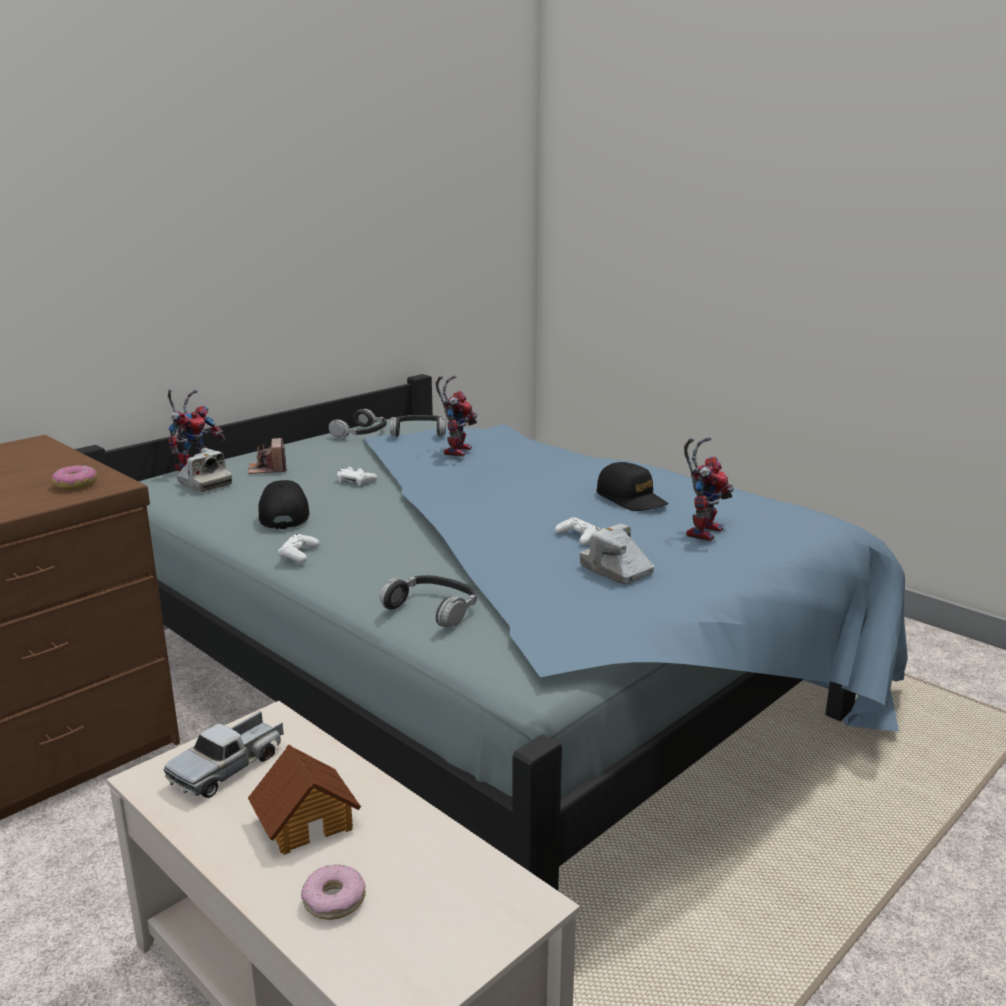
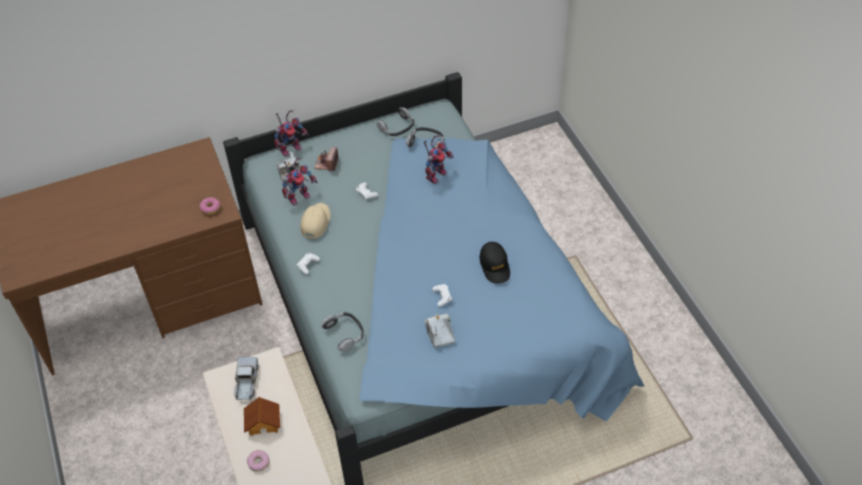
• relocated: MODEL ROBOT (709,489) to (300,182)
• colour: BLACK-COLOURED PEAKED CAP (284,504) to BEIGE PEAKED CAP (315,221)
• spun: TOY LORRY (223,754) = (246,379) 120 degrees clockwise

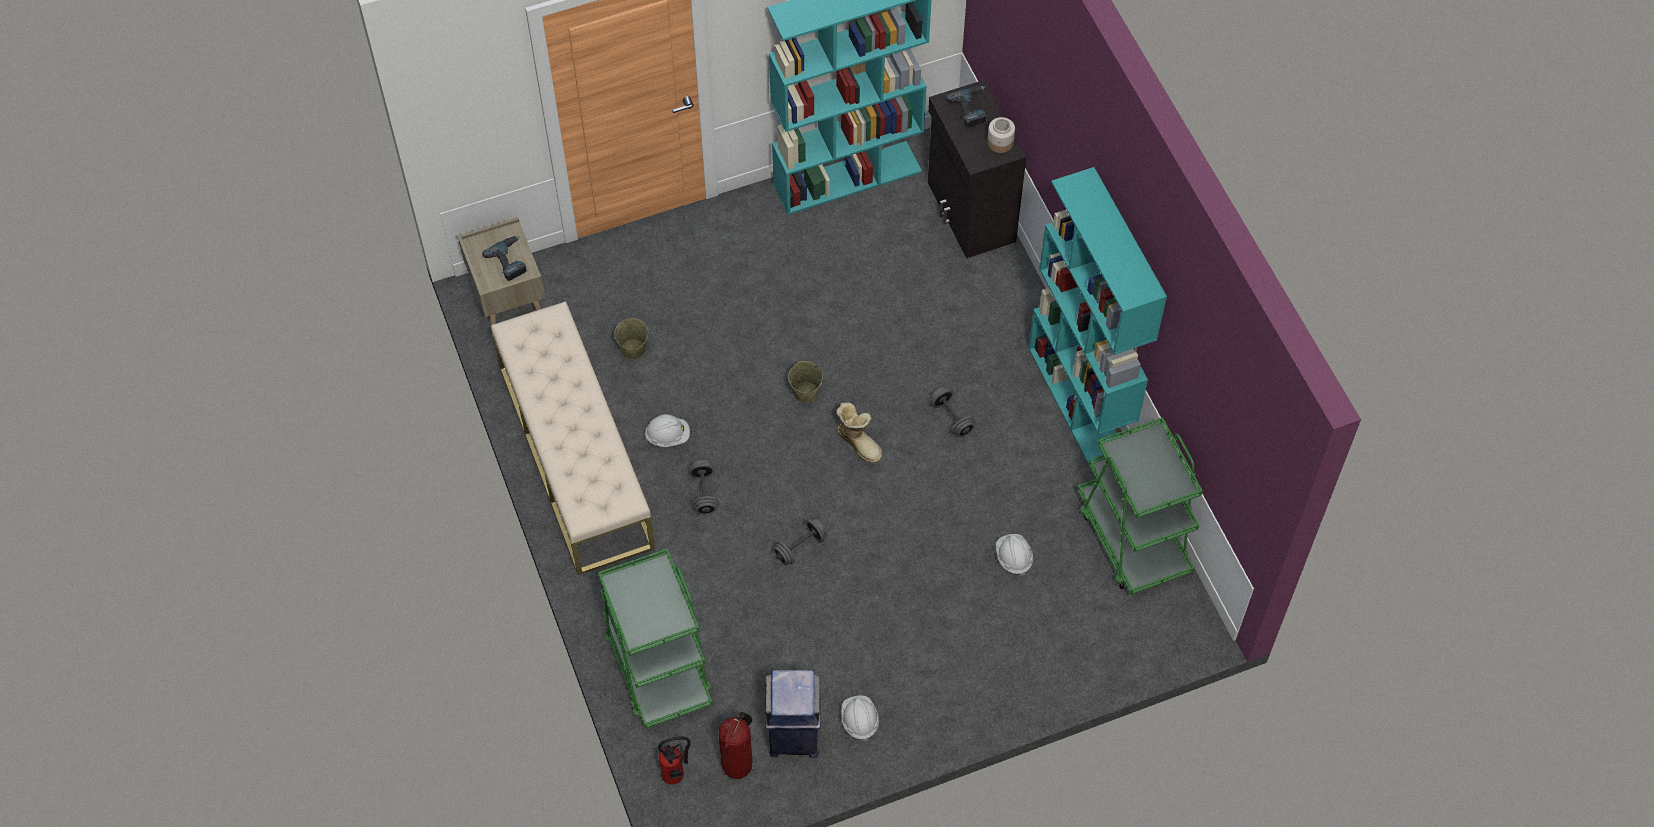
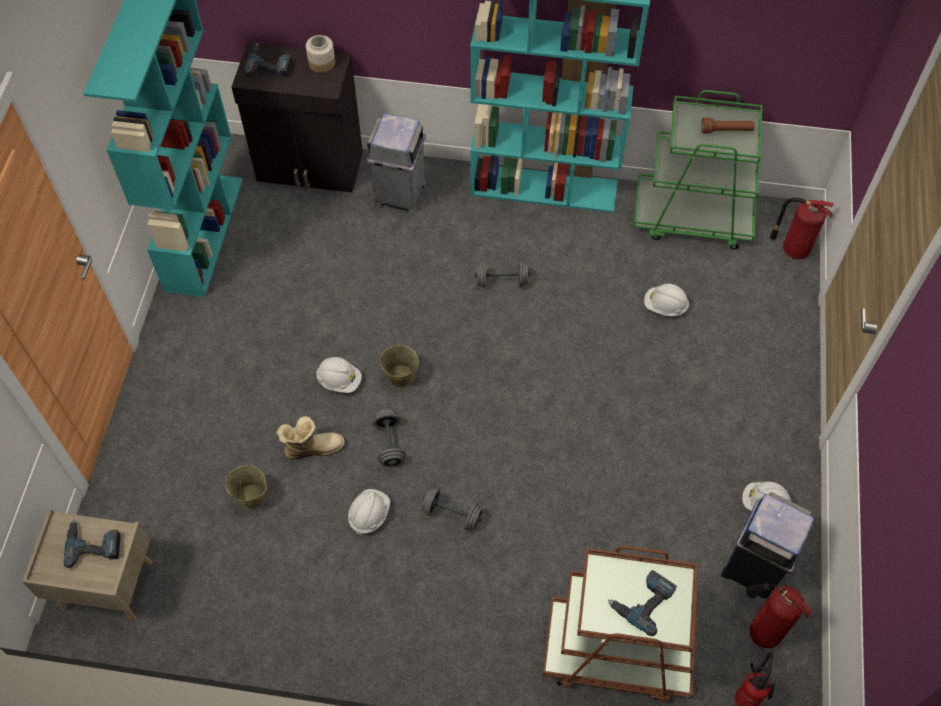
• missing: BEIGE LONG SEAT (573,438)
• relocated: BOOT (859,432) to (310,438)
• relocated: GRAY FREE WEIGHT (800,541) to (389,438)
• colour: GREEN-COLOURED CART (655,639) to BROWN CART (620,624)
• appeared: GRAY TRASH CAN (396,164)
• appeared: BROWN TORCH (728,125)
• appeared: EXTINGUISHER (802,228)
• appeared: WHITE SAFETY HELMET (339,375)
• appeared: DRILL (642,603)

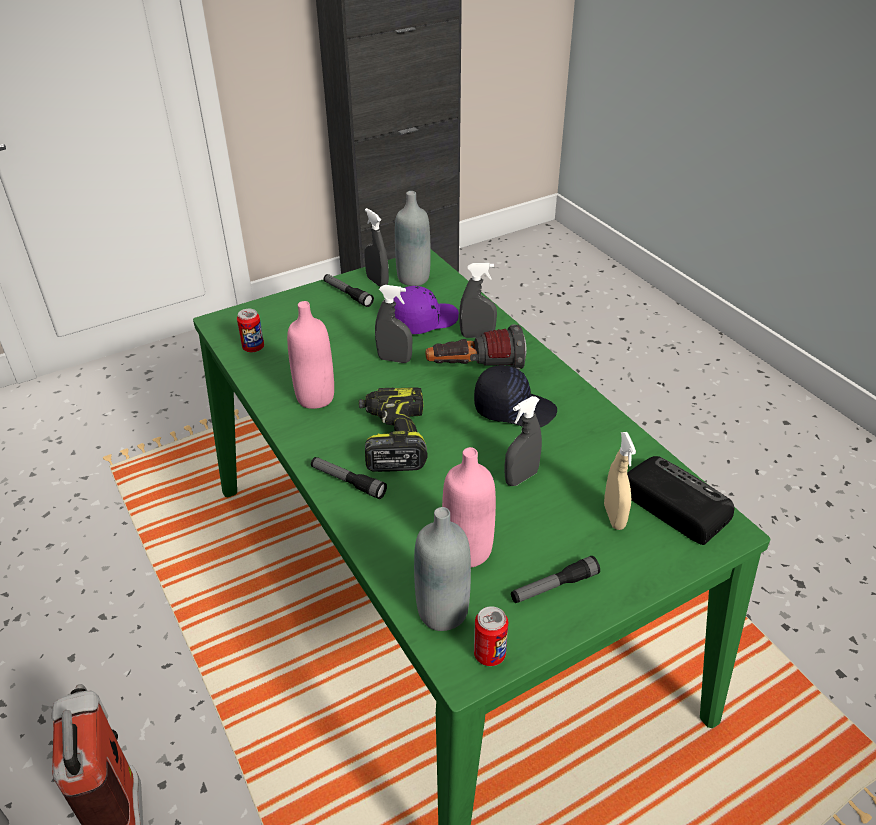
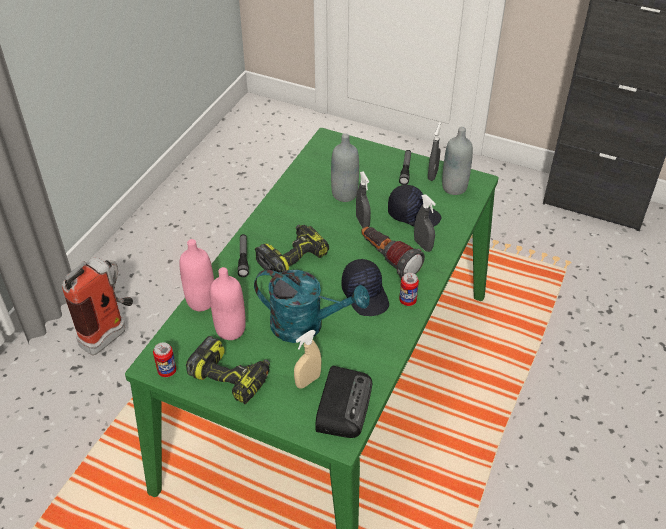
• colour: PURPLE-COLOURED PEAKED CAP (426,310) to BLACK-COLOURED PEAKED CAP (415,206)
• relocated: PINK BOTTLE (310,355) to (196,275)
• relocated: METAL CAN (250,330) to (409,289)
• exchanged: GRAY HAND SPRAYER (523,441) to TURQUOISE-COLOURED SPRINKLING CAN (312,306)
• relocated: GRAY BOTTLE (442,569) to (345,167)
• exchanged: TORCH (555,579) to DRILL (228,370)

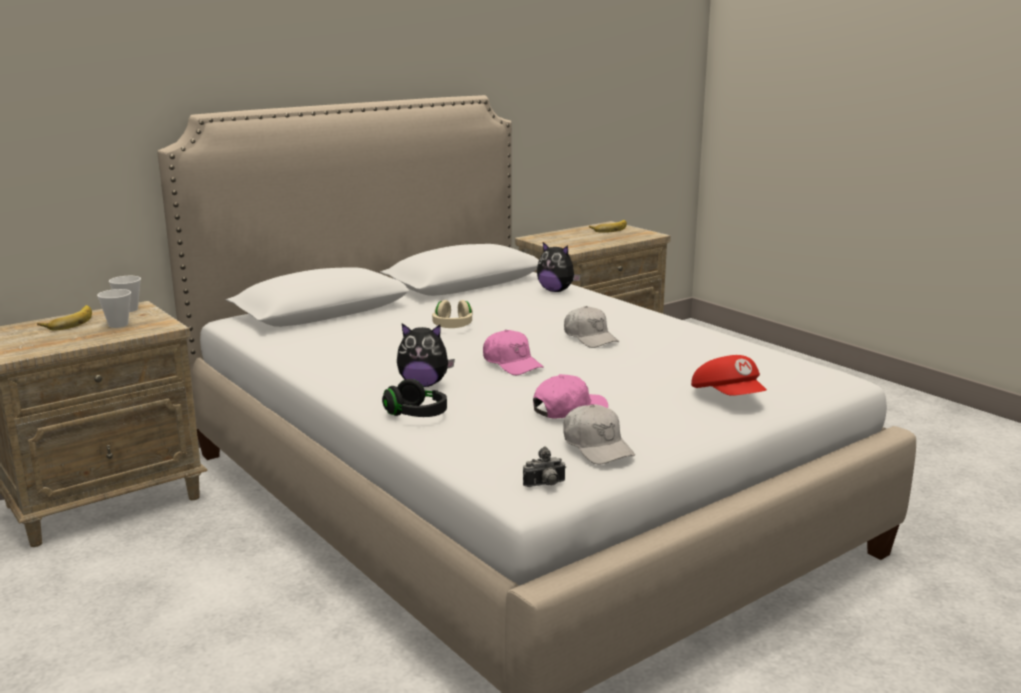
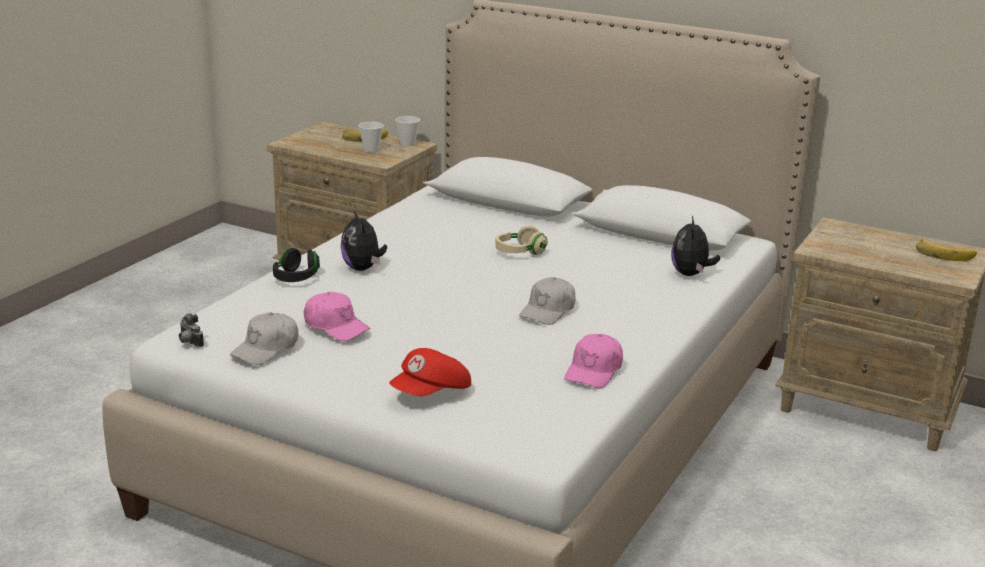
• relocated: PINK PEAKED CAP (513,352) to (593,361)

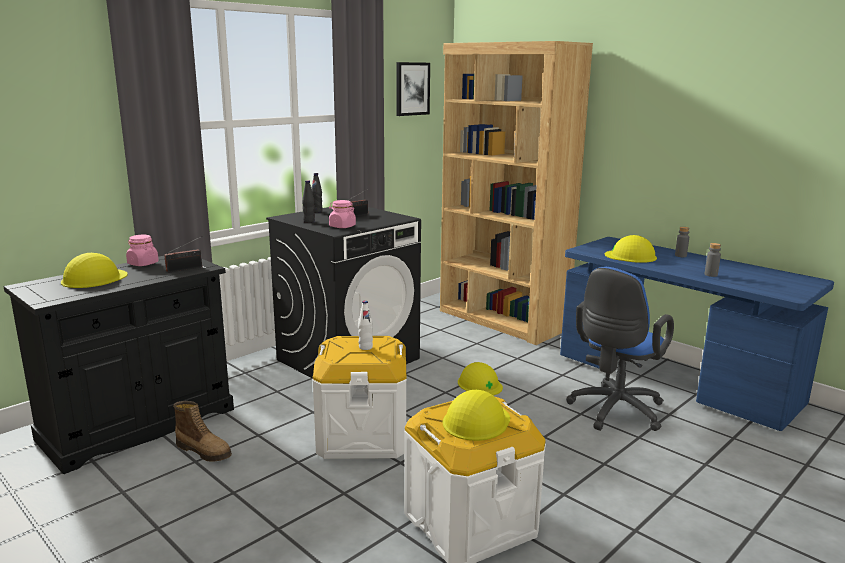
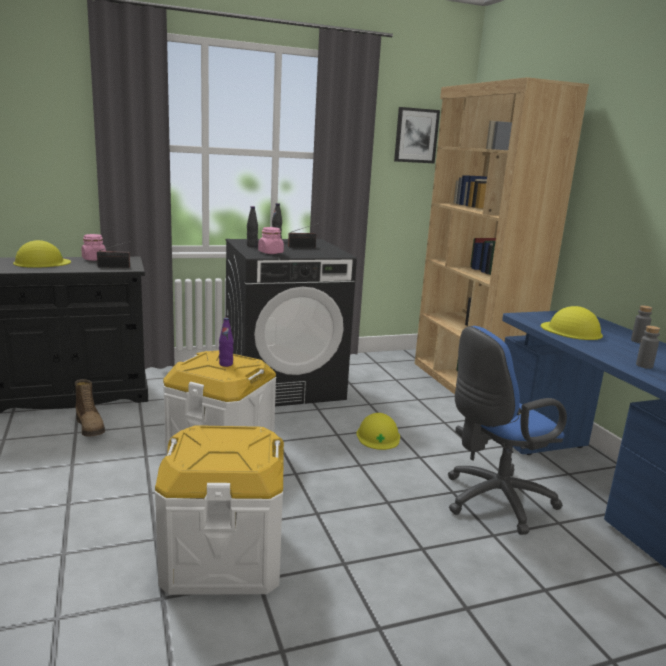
• colour: WHITE BOTTLE (365,325) to PURPLE-COLOURED BOTTLE (226,342)
• missing: YELLOW-COLOURED SAFETY HELMET (476,415)

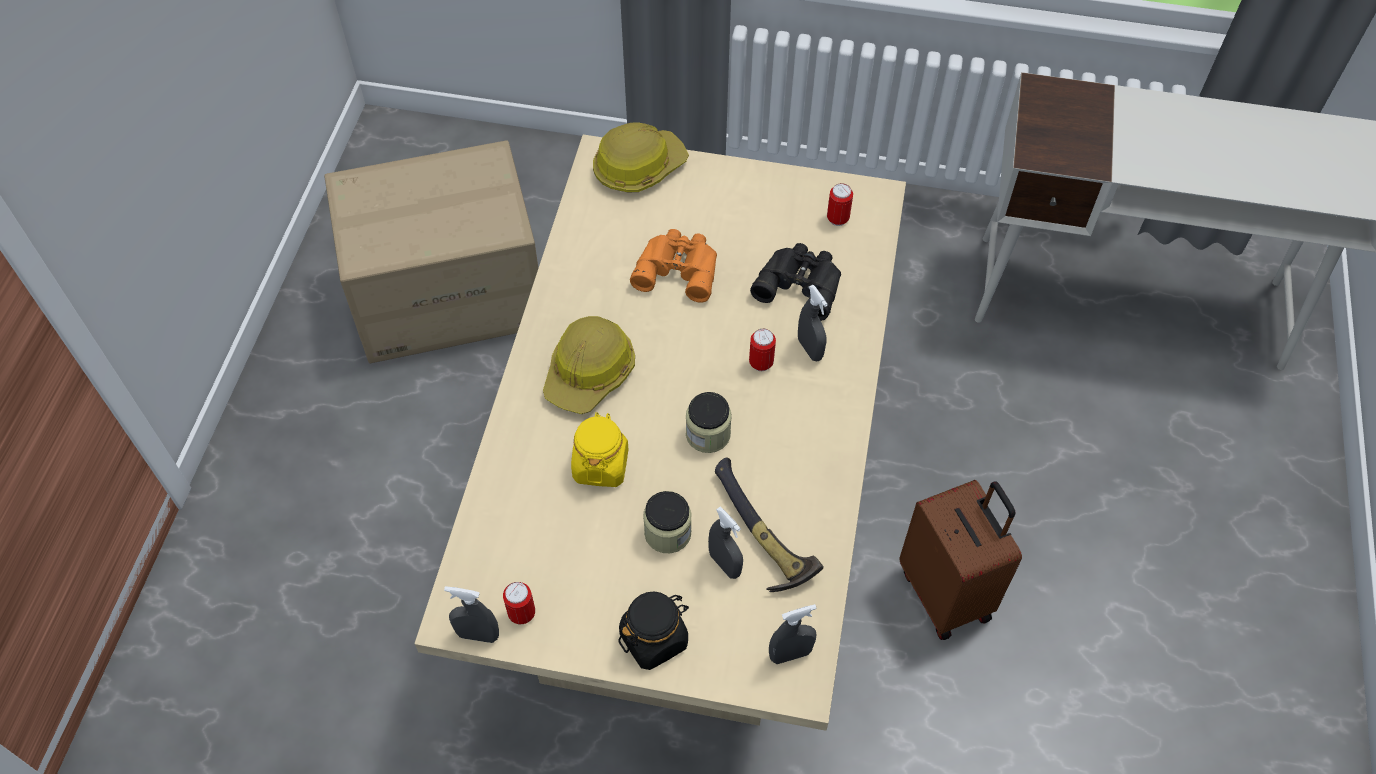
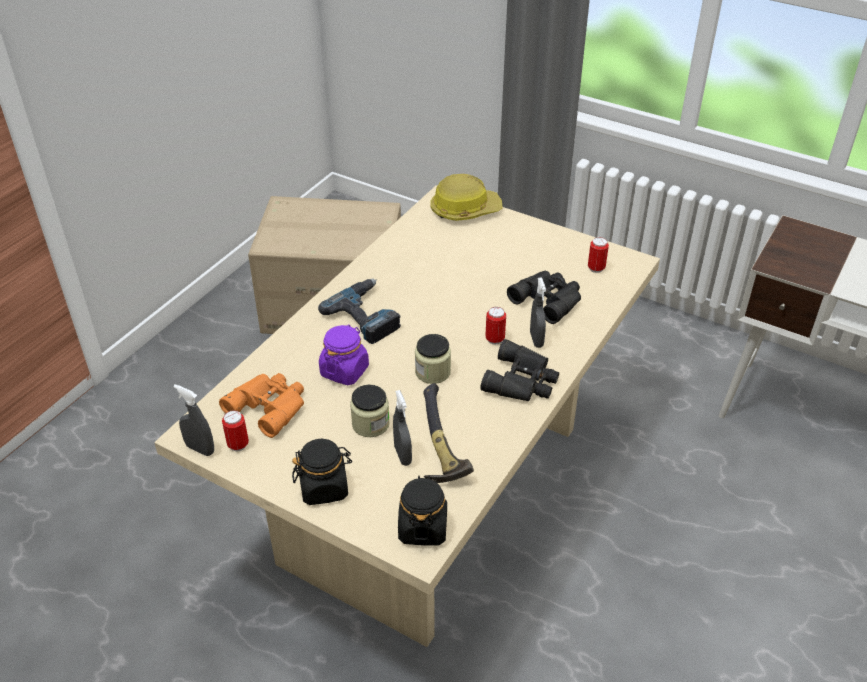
• relocated: ORANGE-COLOURED PAIR OF BINOCULARS (673,266) to (261,405)
• exchanged: SAFETY HELMET (589,365) to DRILL (359,311)
• colour: YELLOW-COLOURED JAR (599,449) to PURPLE-COLOURED JAR (344,354)
• missing: BROWN SUITCASE (961,560)
• exchanged: GRAY HAND SPRAYER (793,634) to BLACK-COLOURED JAR (422,511)
• appeared: BLACK-COLOURED PAIR OF BINOCULARS (520,370)

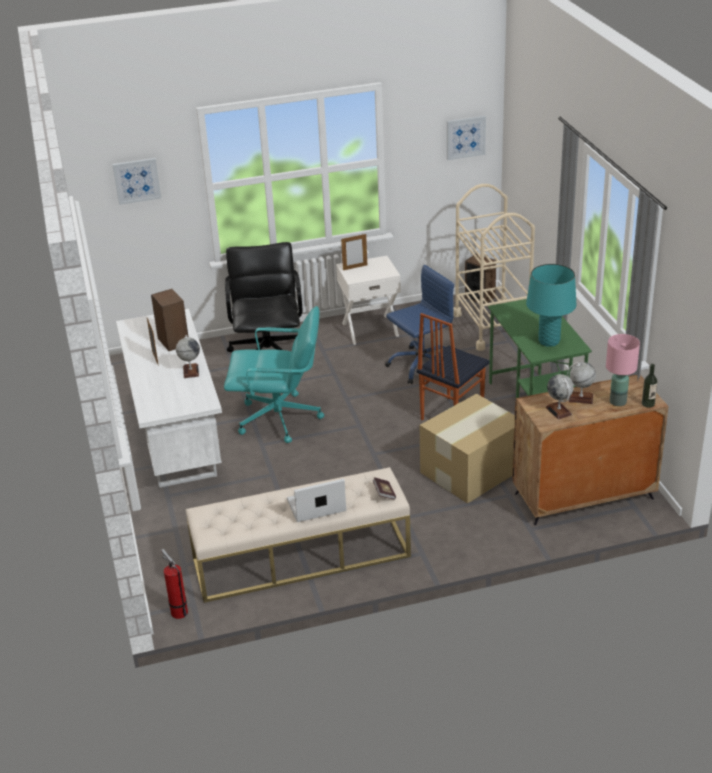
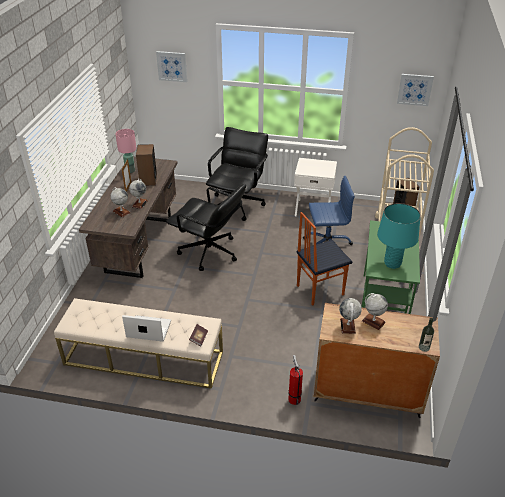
• missing: STANDING FRAME (354,251)
• colour: TURQUOISE-COLOURED DESK CHAIR (274,374) to BLACK-COLOURED DESK CHAIR (206,227)
• colour: WHITE DESK (169,398) to BROWN DESK (128,217)
• relocated: PINK TABLETOP LAMP (623,370) to (125,151)
• missing: CARDBOARD BOX (467,449)
• relocated: EXTINGUISHER (174,584) to (295,380)
• appeared: DESK GLOBE (120,202)

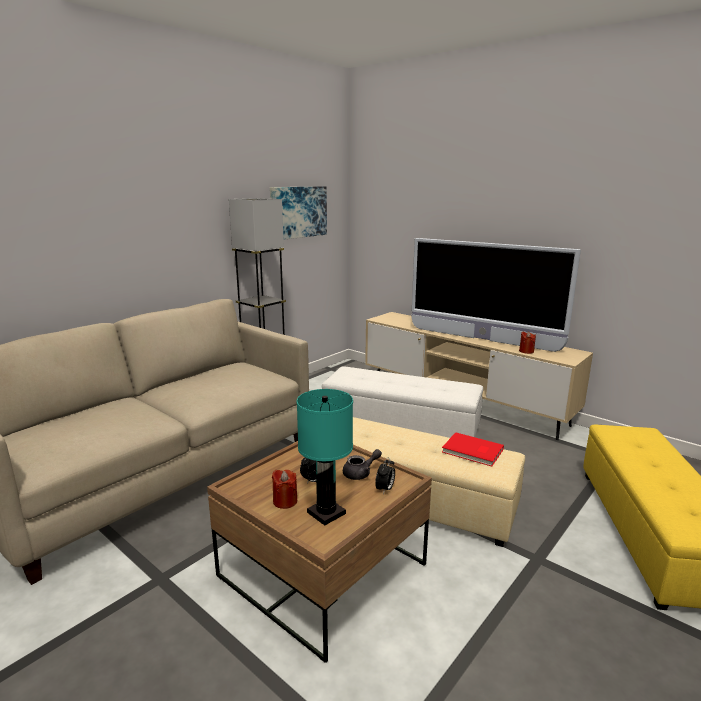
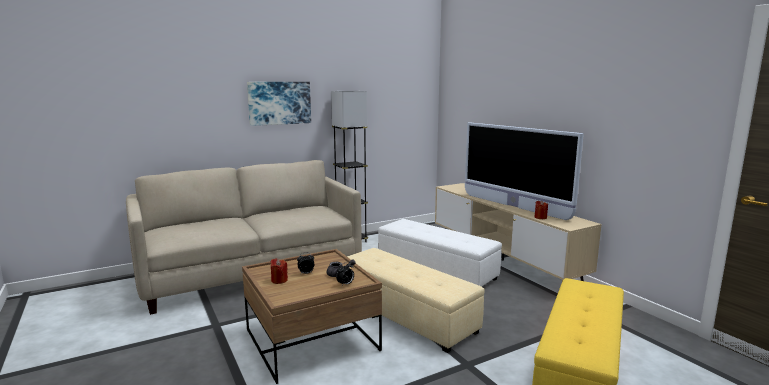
• relocated: PICTURE (298,213) to (279,104)
• missing: TURQUOISE-COLOURED TABLETOP LAMP (325,457)
• missing: RED-COLOURED BOOK (473,449)

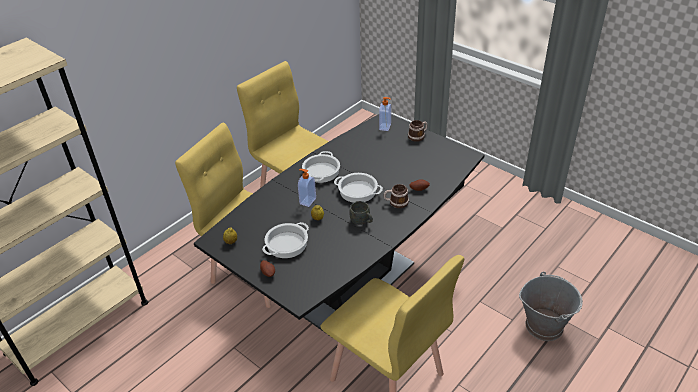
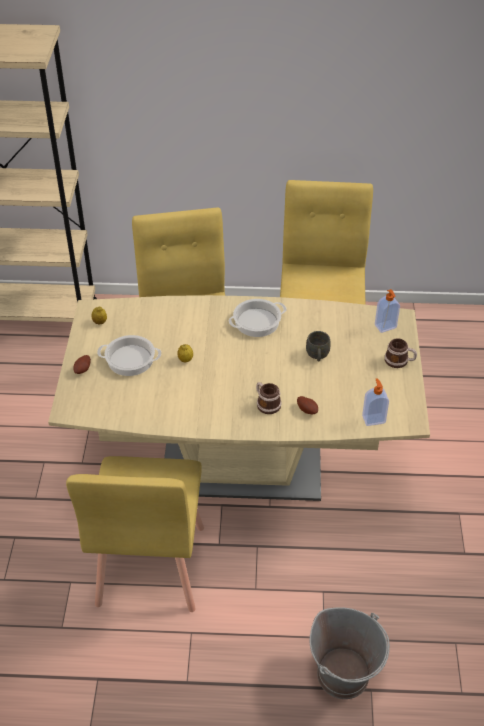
• colour: BLACK-COLOURED KITCHEN TABLE (339,225) to BEIGE KITCHEN TABLE (239,398)
• relocated: SOAP DISPENSER (307,188) to (375,402)
• missing: STOCKPOT (358,188)
• relocated: GRAY TEA MUG (361,213) to (318,346)

